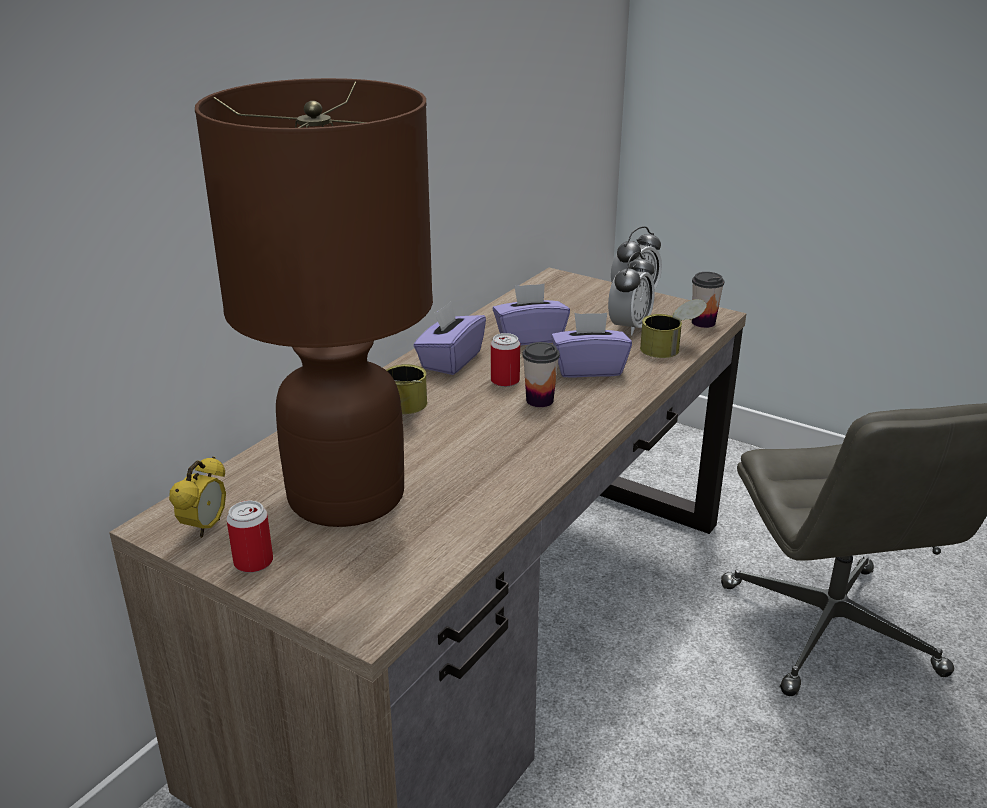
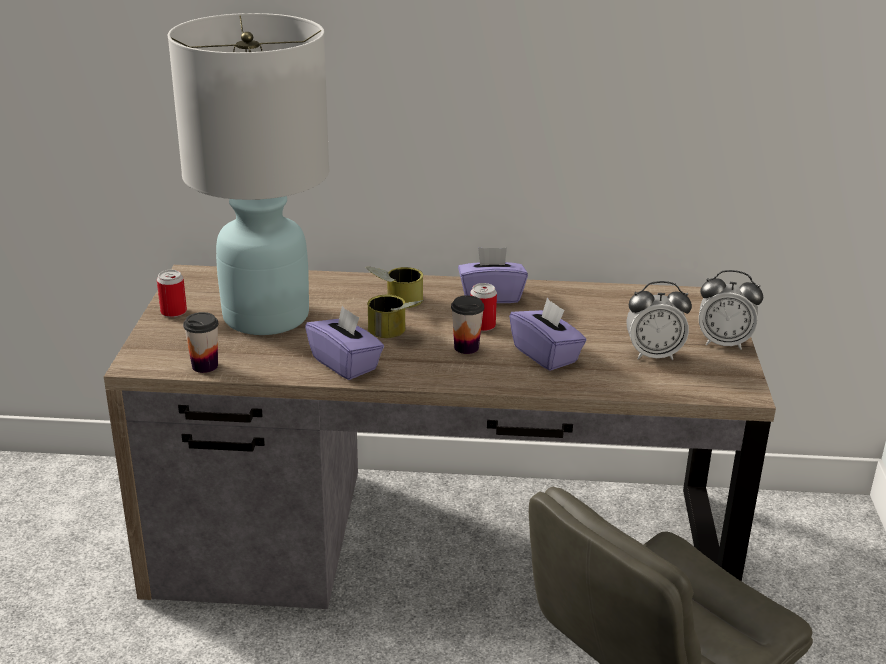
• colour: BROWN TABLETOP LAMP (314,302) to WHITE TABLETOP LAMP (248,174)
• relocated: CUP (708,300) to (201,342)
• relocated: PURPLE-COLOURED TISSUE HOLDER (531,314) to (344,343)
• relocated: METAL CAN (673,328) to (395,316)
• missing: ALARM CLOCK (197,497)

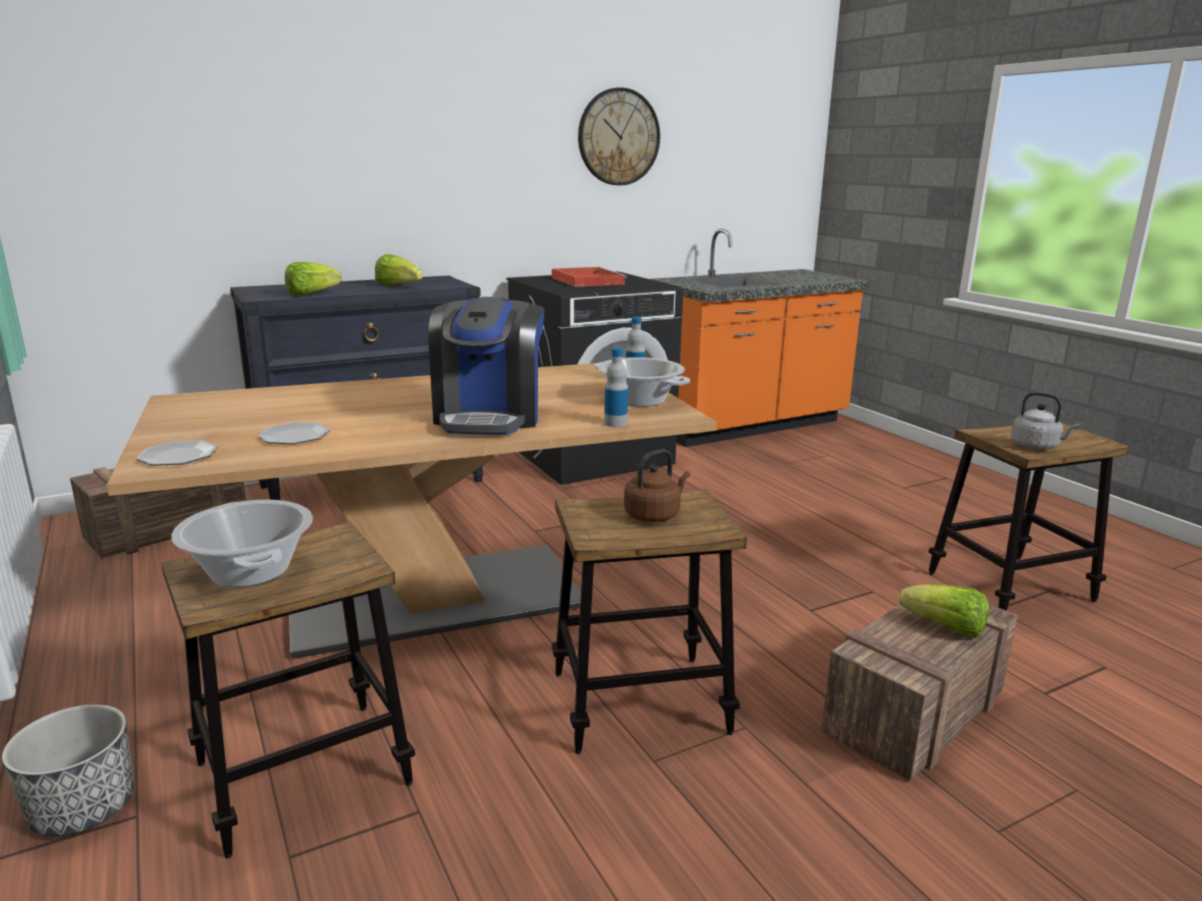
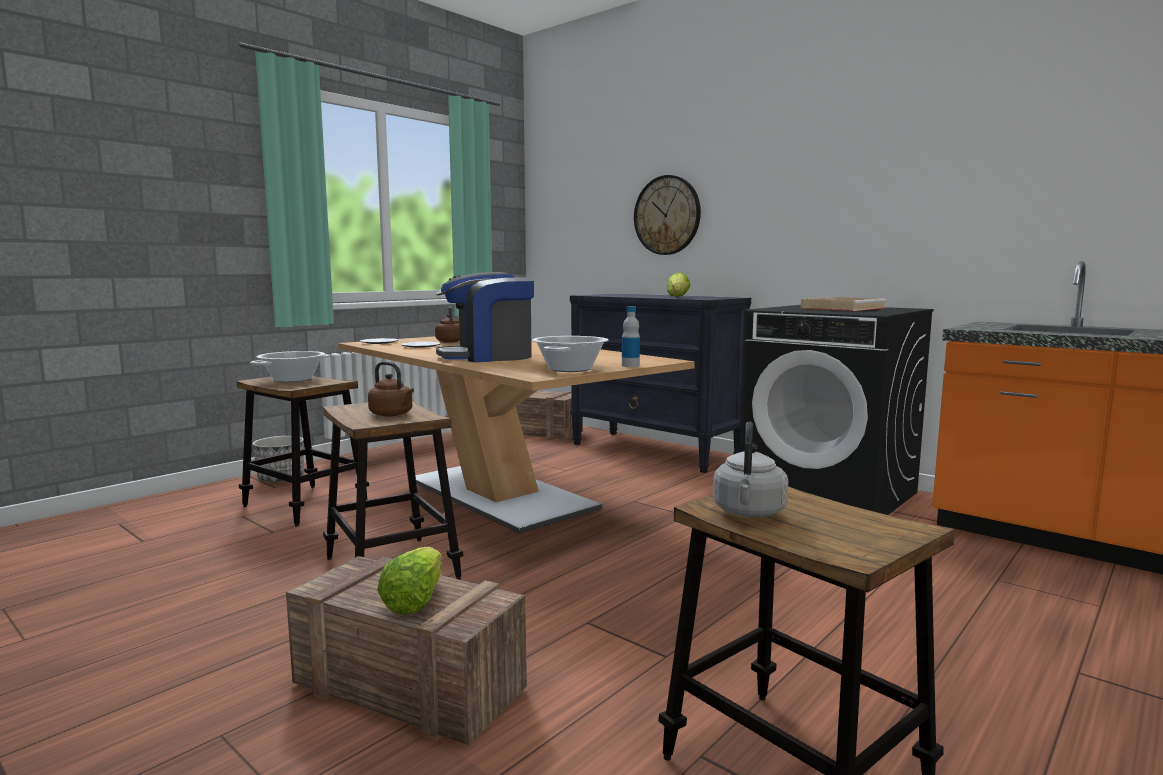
• relocated: HANGING CLOCK (619,136) to (667,215)
• missing: LETTUCE HEAD (313,279)
• colour: RED-COLOURED TRAY (589,277) to BEIGE TRAY (844,304)
• missing: BOTTLE (616,387)
• appeared: BROWN KETTLE (447,324)

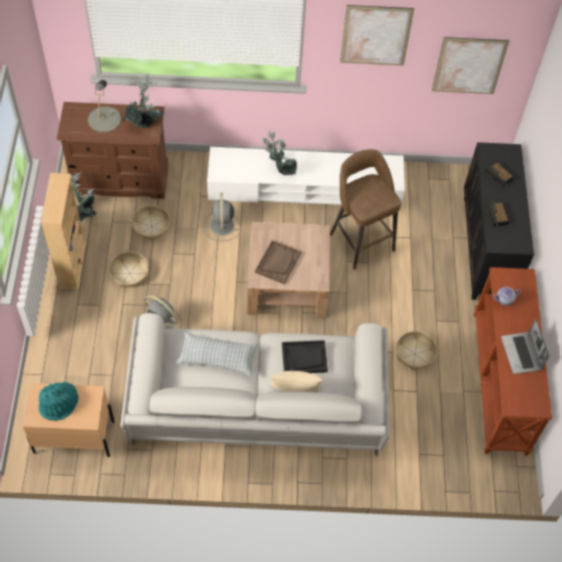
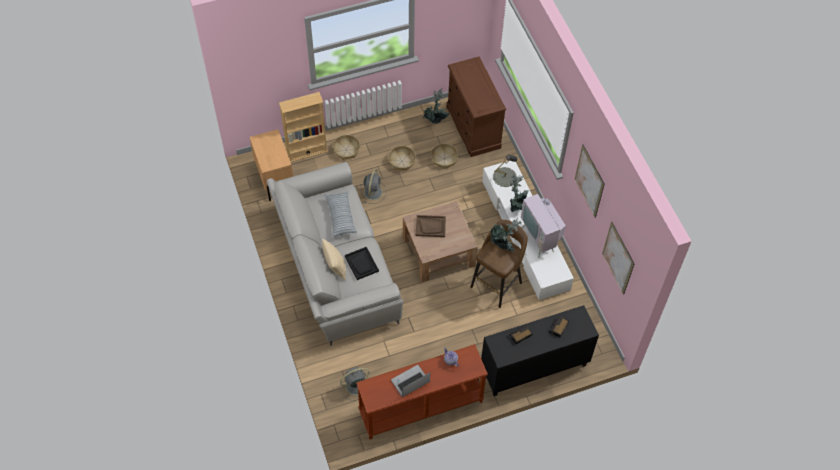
• relocated: PLANT IN A POT (143,101) to (506,235)
• relocated: GRAY TABLETOP LAMP (104,106) to (505,170)
• relocated: BEIGE BOOKCASE (63,231) to (303,127)
• relocated: GRAY COOLING FAN (222,217) to (355,384)
• relocated: BASKET (416,350) to (346,147)
• missing: TURQUOISE-COLOURED HAT (58,401)
• appeared: TV (543,226)

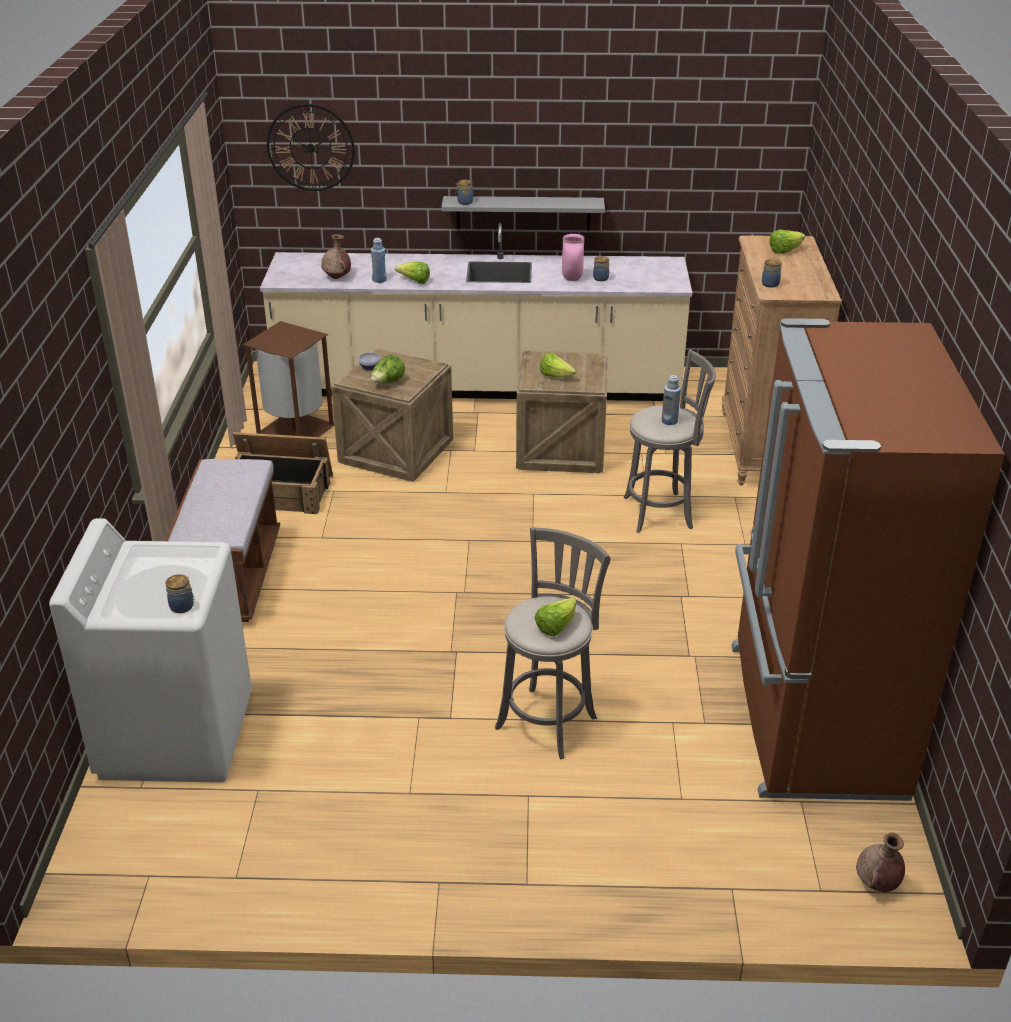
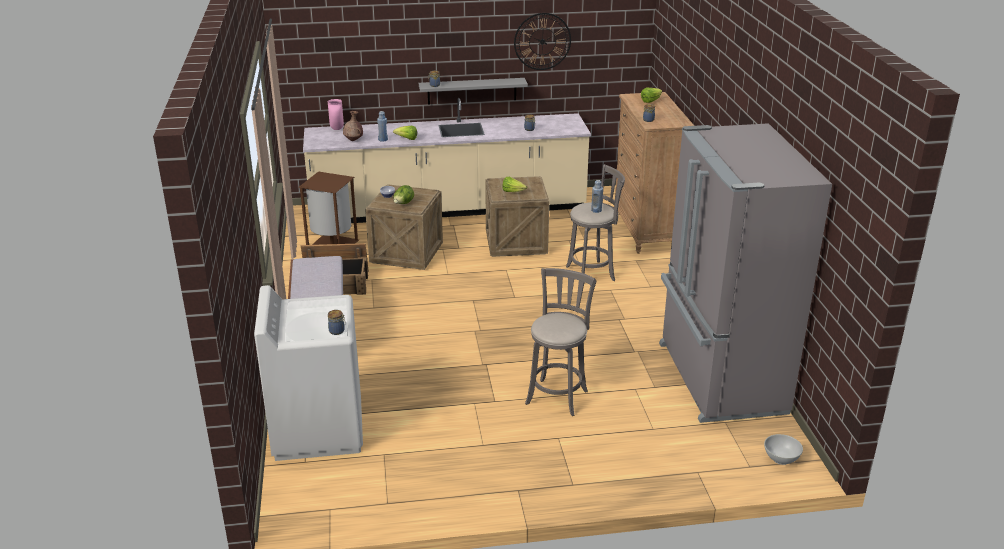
• relocated: HANGING CLOCK (311,147) to (542,41)
• relocated: PINK VASE (573,257) to (336,114)
• colour: BROWN FRIDGE (868,559) to GRAY FRIDGE (745,273)
• missing: LETTUCE HEAD (555,616)
• exchanged: BROWN VASE (880,862) to WHITE DEEP DISH (783,449)

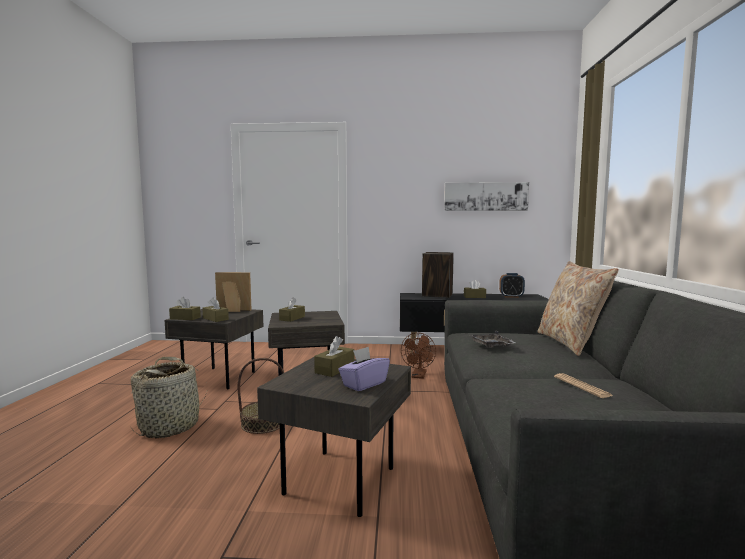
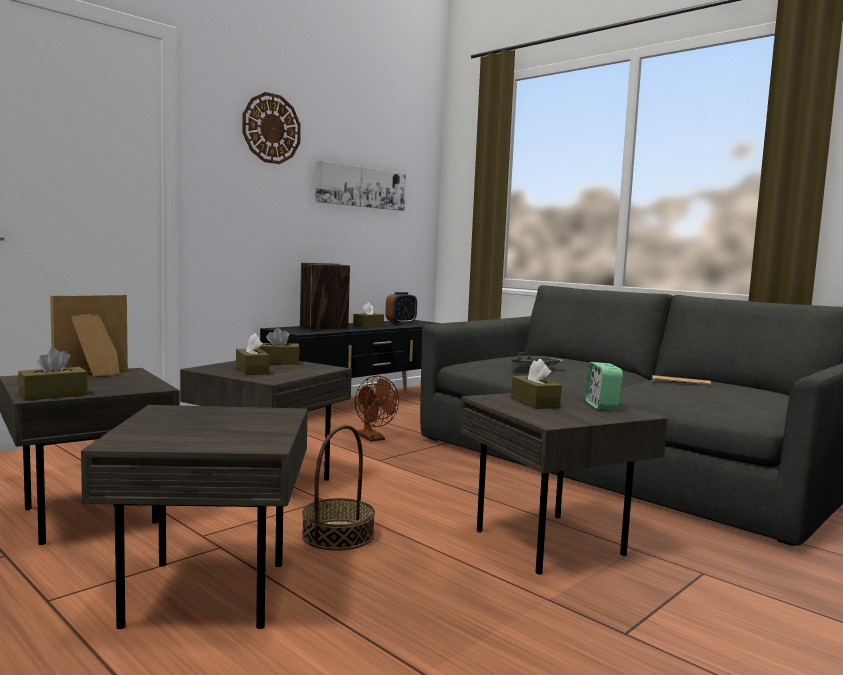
• missing: BEIGE PILLOW (578,308)
• relocated: BROWN TISSUE HOLDER (215,309) to (278,346)
• exchanged: PURPLE-COLOURED TISSUE HOLDER (364,369) to ALARM CLOCK (604,386)
• exchanged: BASKET (169,397) to GRAY ACCENT TABLE (194,517)
• appeared: HANGING CLOCK (271,128)

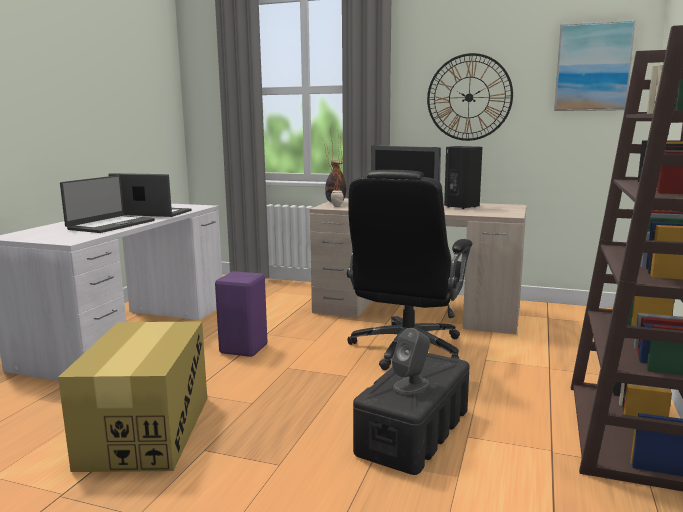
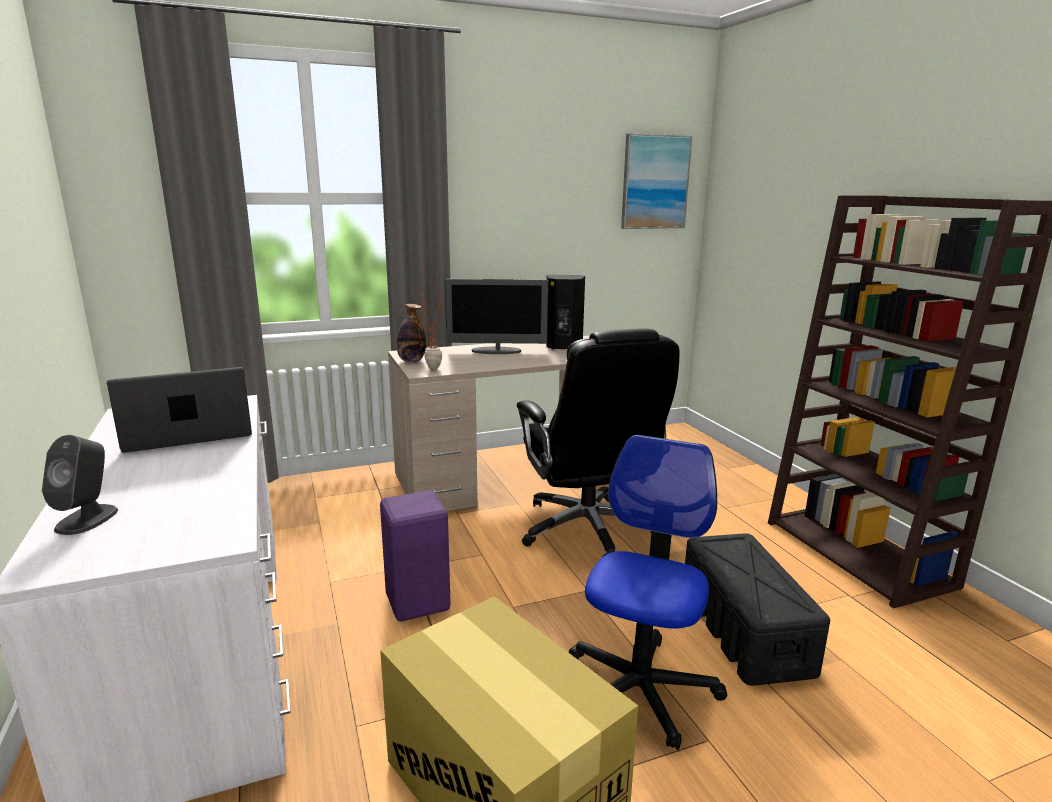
• missing: HANGING CLOCK (470,97)
• missing: LAPTOP (107,204)
• relocated: GRAY LOUDSPEAKER (411,361) to (80,485)
• appeared: DESK CHAIR (648,592)

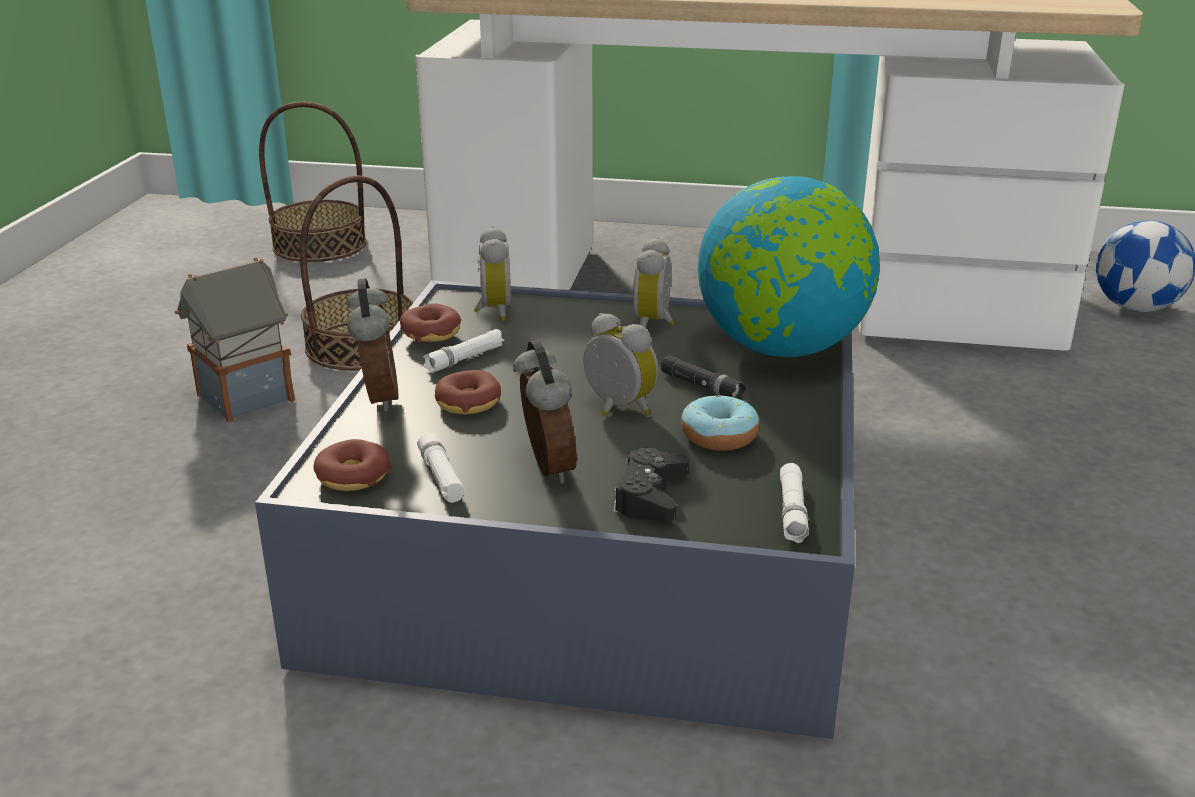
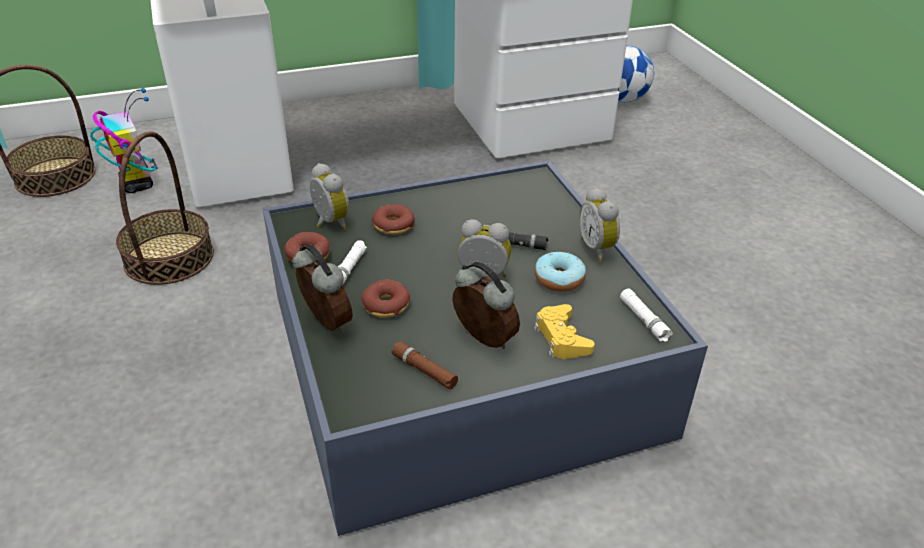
• missing: DESK GLOBE (789,266)
• relocated: ALARM CLOCK (653,282) to (599,224)
• missing: TOY HOUSE (235,340)
• colour: WHITE TORCH (440,467) to BROWN TORCH (424,365)
• relocated: RING DOUGHNUT (352,465) to (393,219)
• colour: BLACK-COLOURED JOYPAD (651,484) to YELLOW-COLOURED JOYPAD (564,331)
• appeared: MODEL ROBOT (124,140)

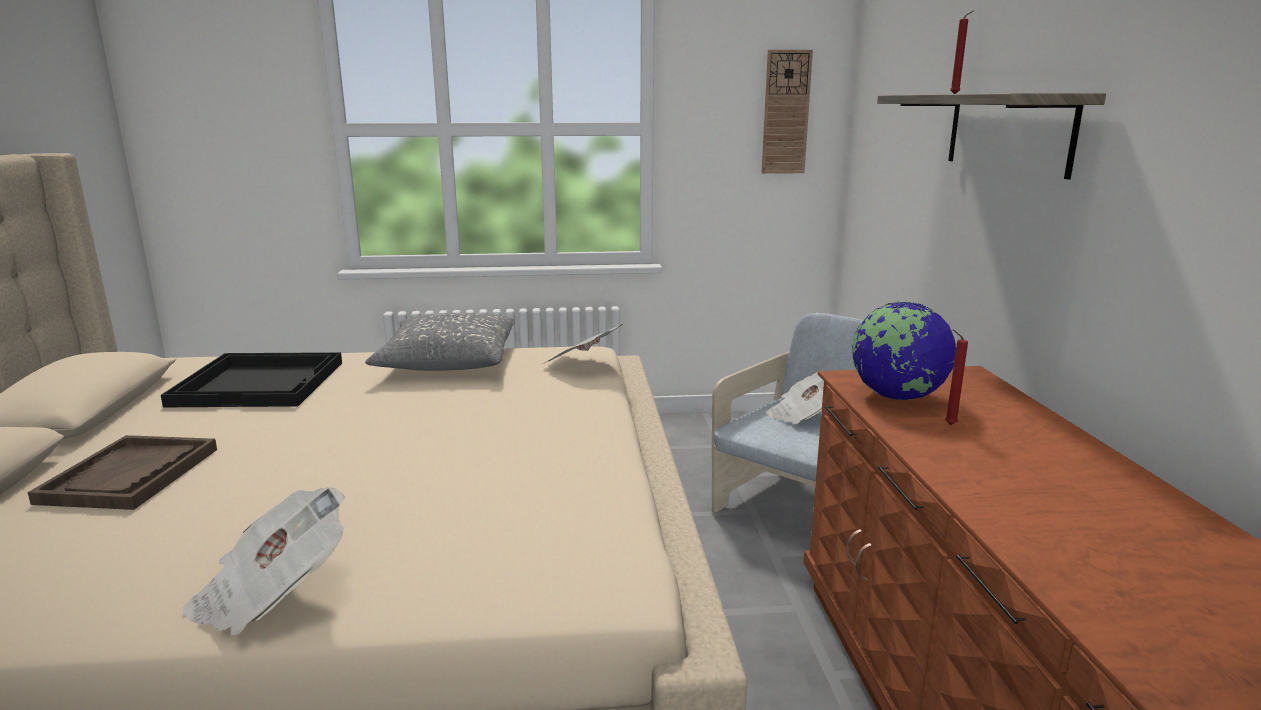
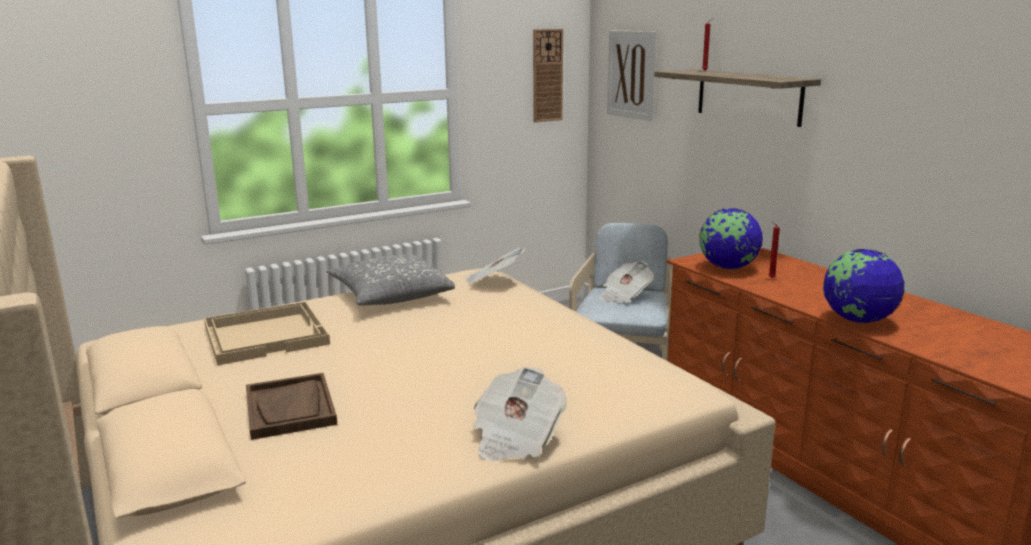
• colour: BLACK-COLOURED TRAY (251,379) to BEIGE TRAY (267,333)
• appeared: PICTURE (631,76)
• appeared: DESK GLOBE (863,286)

